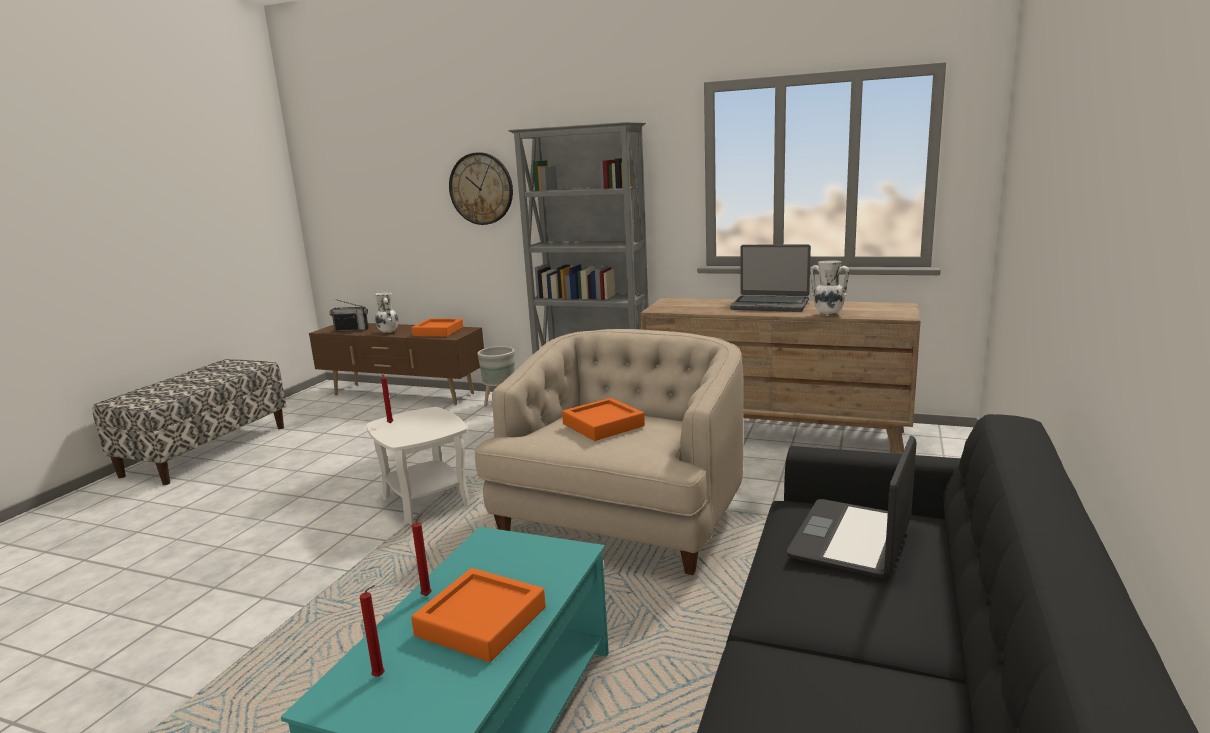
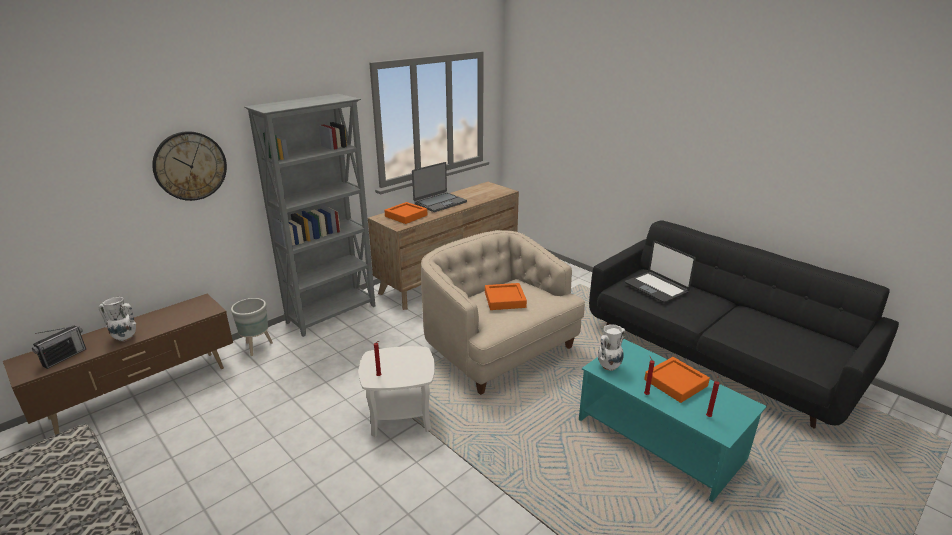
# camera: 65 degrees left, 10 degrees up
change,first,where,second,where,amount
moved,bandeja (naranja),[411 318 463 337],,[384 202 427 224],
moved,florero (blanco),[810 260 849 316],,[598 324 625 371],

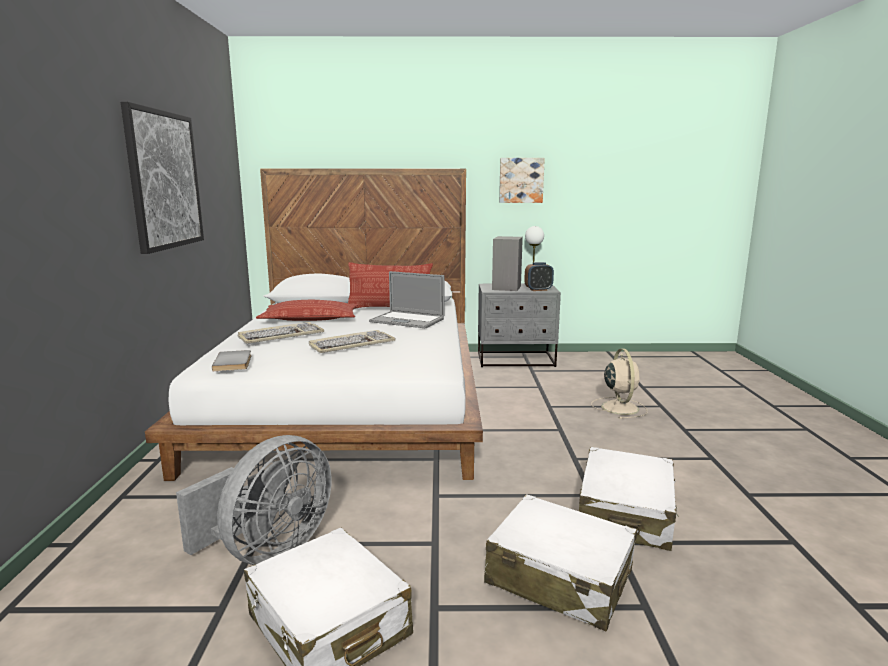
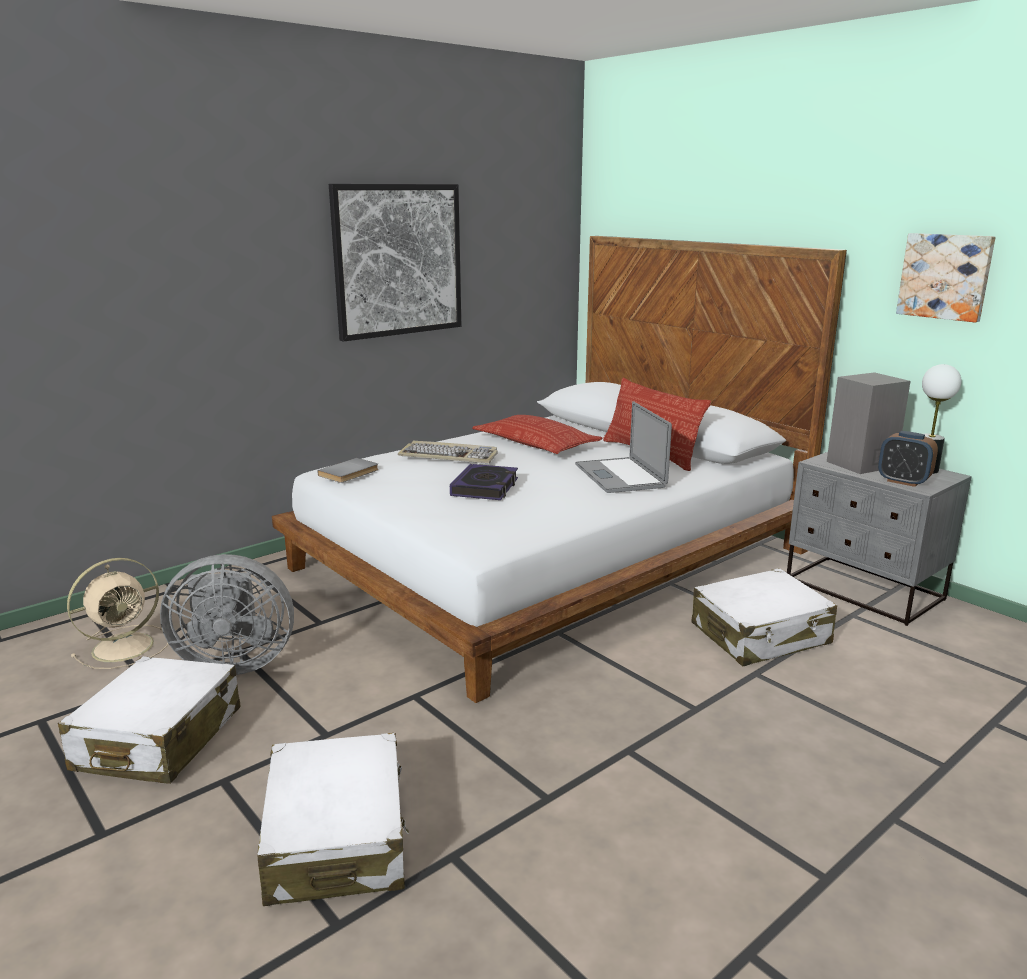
# camera: 50 degrees right, 5 degrees up
change,first,where,second,where,amount
replaced,teclado,[309 330 396 353],libro,[450 464 518 500],
moved,maleta (blanco),[579 447 678 551],,[691 568 837 666],
moved,ventilador (beis),[591 349 648 419],,[67 558 168 669],

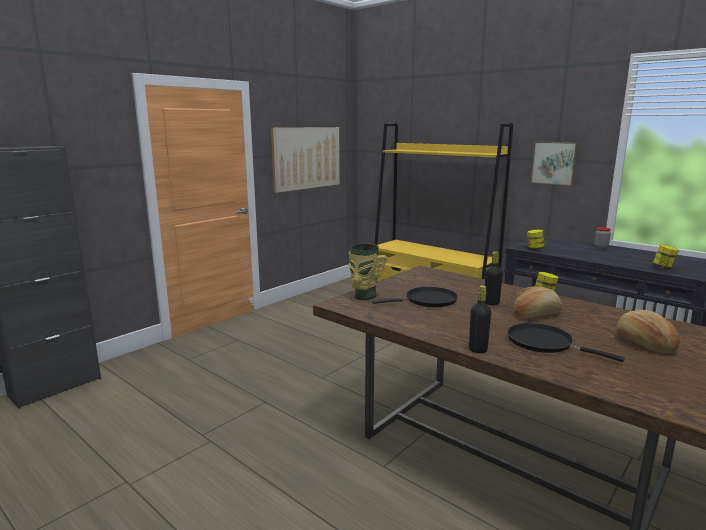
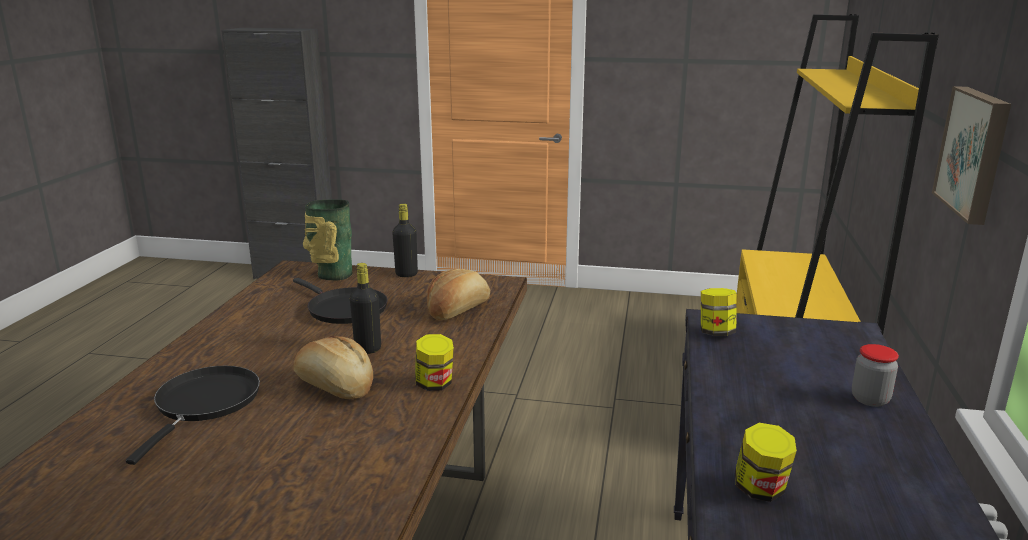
# camera: 60 degrees right, 5 degrees up
change,first,where,second,where,amount
removed,cuadro,[271 127 340 193],,,
moved,botella (negro),[469 285 491 353],,[392 204 418 277],
moved,pan,[616 310 680 353],,[427 269 490 320],

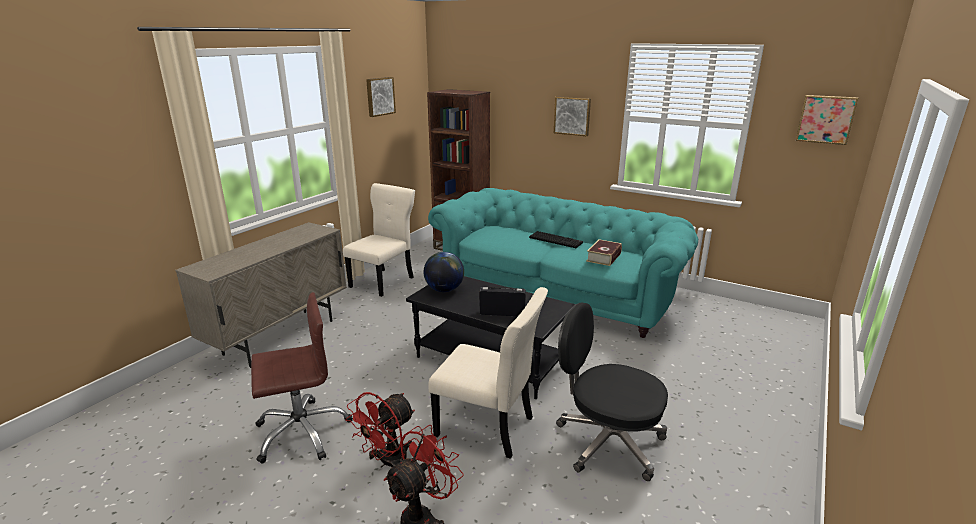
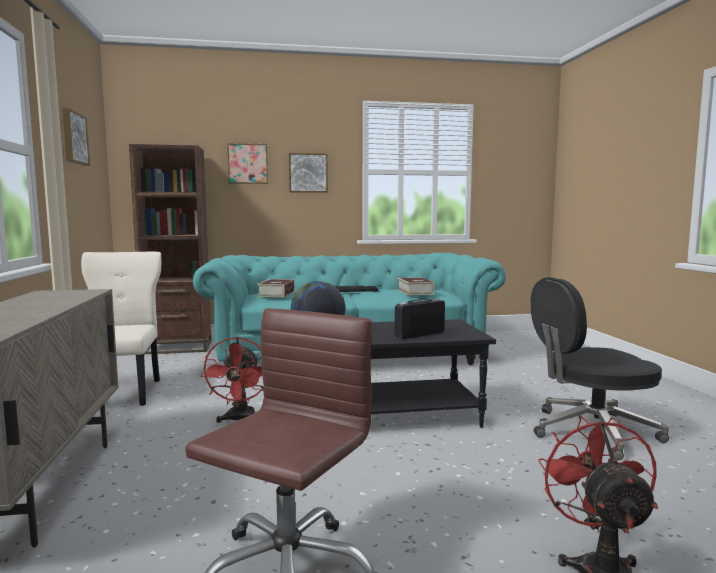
# camera: 40 degrees left, 15 degrees down
change,first,where,second,where,amount
moved,ventilador (rojo),[346 392 415 468],,[201 337 263 423],
removed,silla (beis),[429 287 548 459],,,
moved,cuadro,[796 95 858 145],,[227 143 268 184],
added,,,libro,[257 279 295 297],

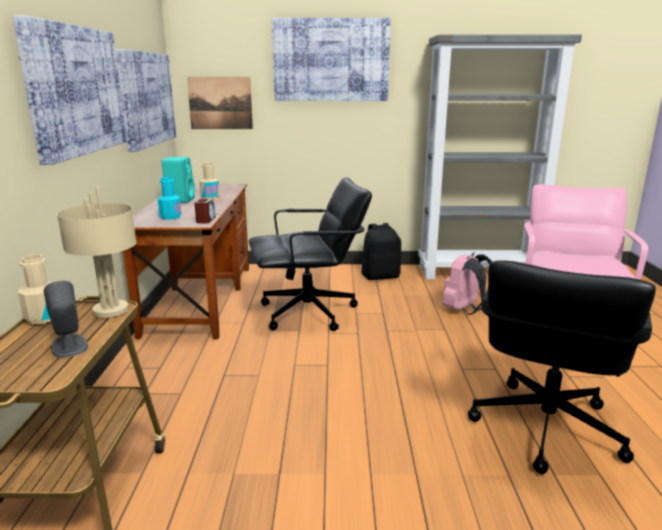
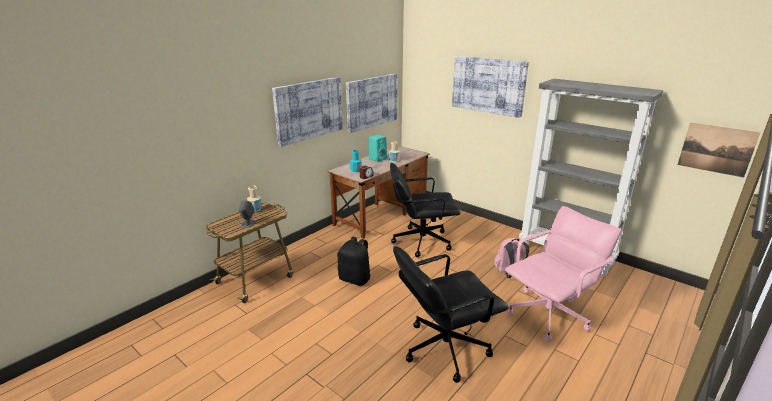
# camera: 40 degrees right, 5 degrees up
change,first,where,second,where,amount
removed,lámpara de mesa (beis),[57 186 137 318],,,
moved,cuadro,[187 77 253 129],,[678 123 761 178],
turned,silla de oficina (negro),[249 177 372 331],,[390 163 460 257],150 degrees clockwise
moved,mochila (negro),[362 223 401 280],,[338 237 371 286],

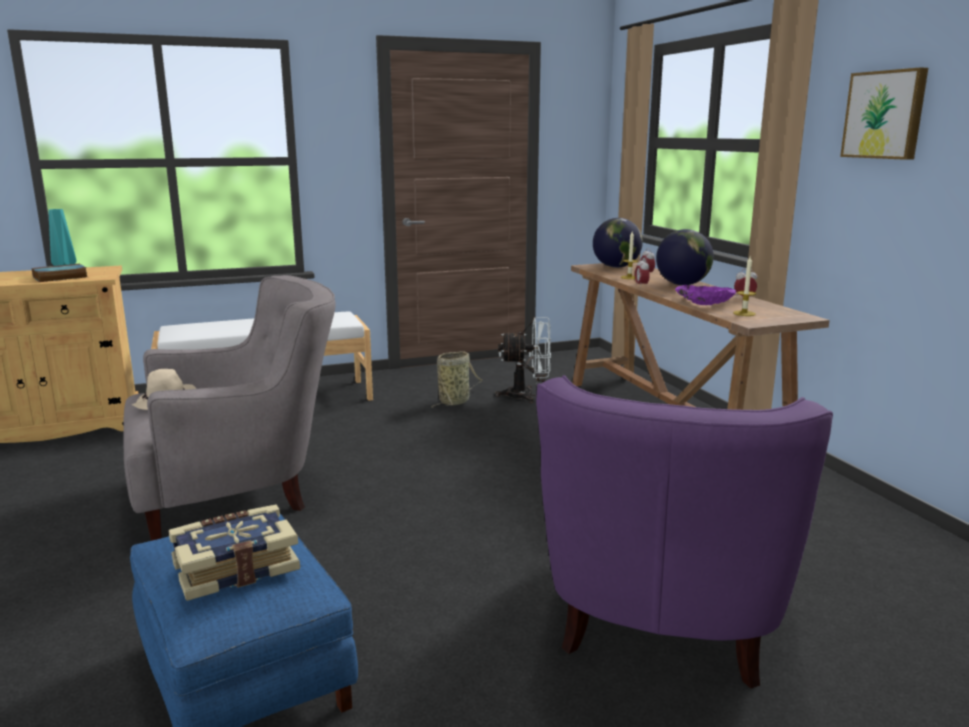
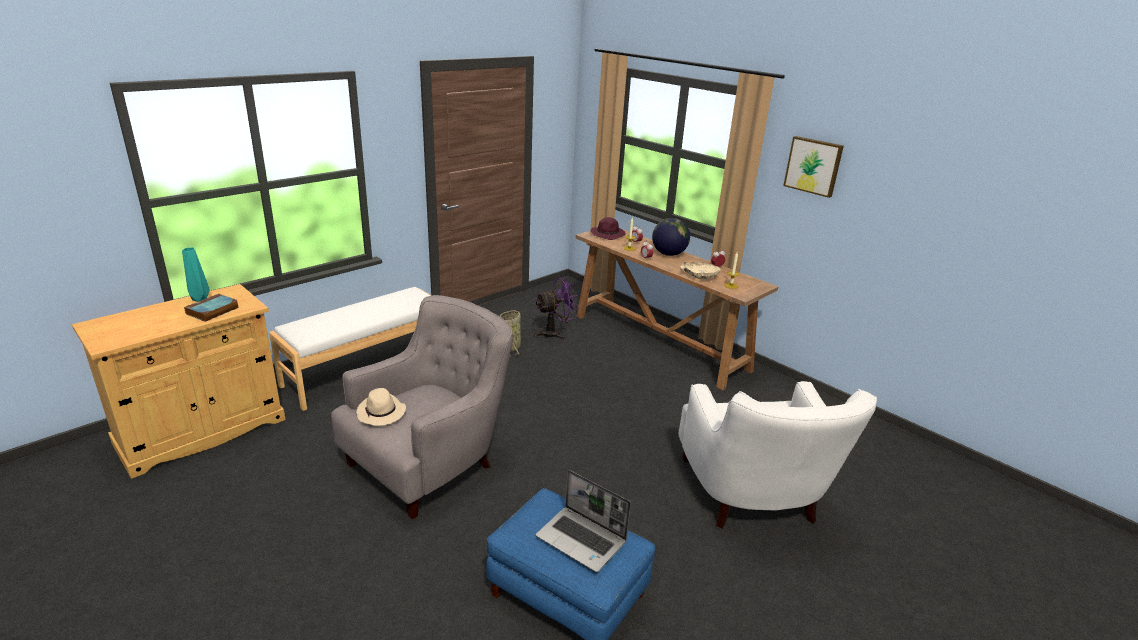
# camera: 25 degrees left, 10 degrees up
change,first,where,second,where,amount
replaced,libro,[169 505 300 601],portátil,[536 470 631 572],
recoloured,ventilador (blanco),[495 317 551 403],ventilador (morado),[534 277 579 340],
recoloured,sillón (morado),[536 375 833 689],sillón (blanco),[679 381 877 529],
replaced,globo terráqueo,[593 218 643 268],sombrero (morado),[591 217 626 240],
recoloured,cuenco (morado),[675 285 736 305],cuenco (beis),[681 262 721 280],

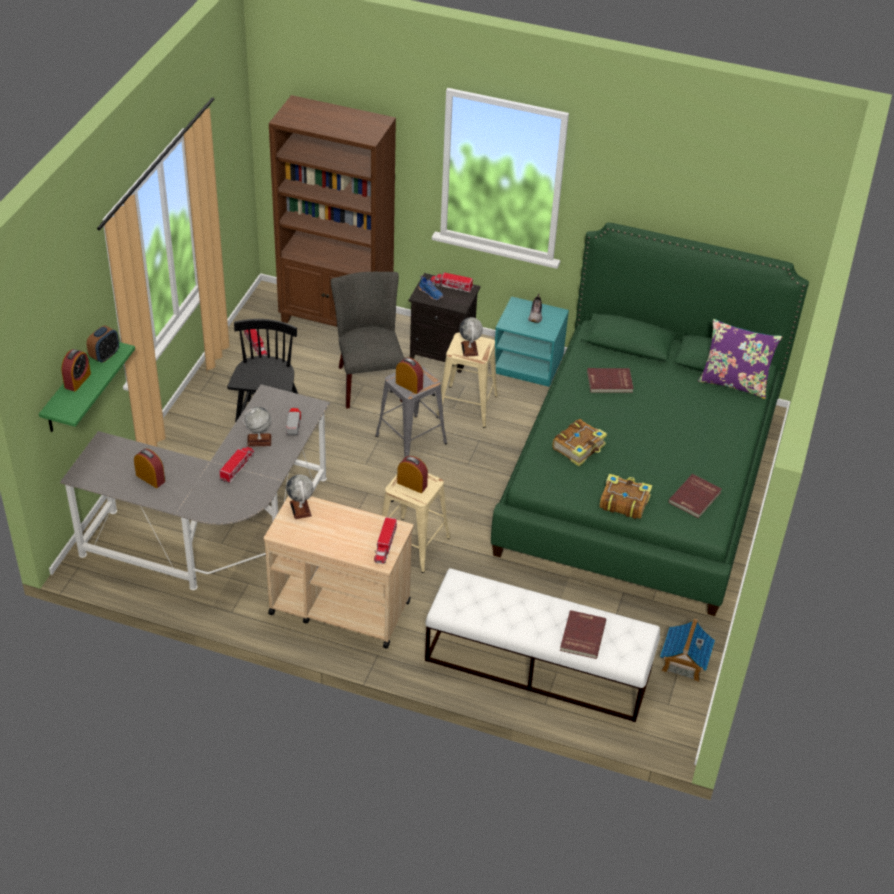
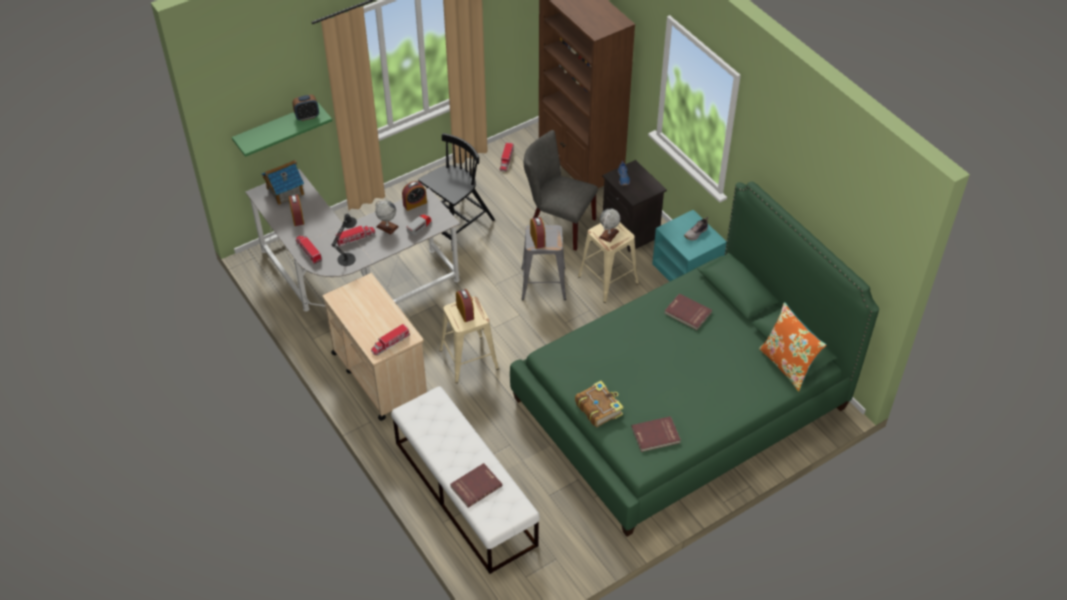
# camera: 40 degrees right, 5 degrees up
change,first,where,second,where,amount
moved,despertador,[61 349 91 392],,[402 181 427 211],
removed,globo terráqueo,[286 474 314 519],,,
turned,silla (gris),[331 272 405 409],,[524 130 598 251],90 degrees counterclockwise
moved,camión de juguete,[430 272 473 292],,[295 236 322 264],
removed,libro,[552 419 607 466],,,
moved,casita,[660 618 715 682],,[261 160 304 205],
recoloured,cojín (morado),[698 319 782 399],cojín (naranja),[759 302 827 391],
added,,,lámpara de mesa (negro),[332 213 357 266],

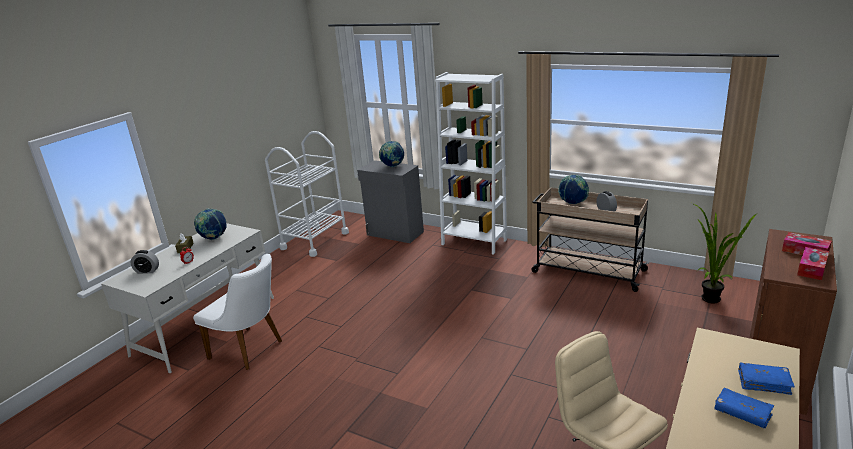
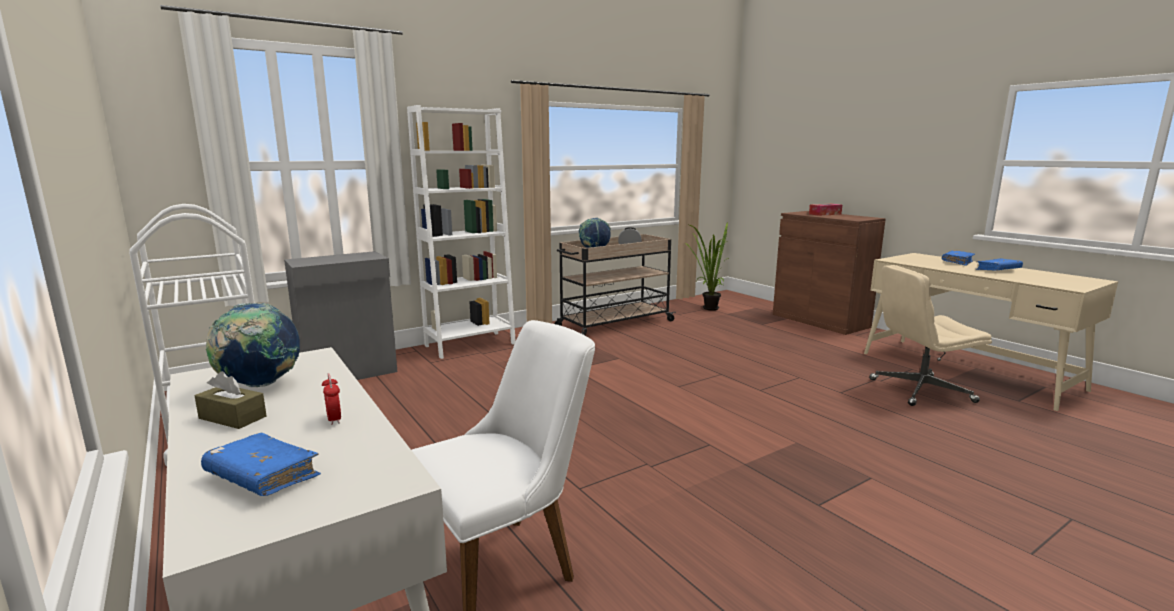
# camera: 65 degrees left, 10 degrees down
change,first,where,second,where,amount
replaced,despertador,[131 250 159 274],libro (azul),[201 433 321 496],
removed,globo terráqueo,[379 141 404 167],,,
removed,caja de pañuelos,[797 247 829 280],,,

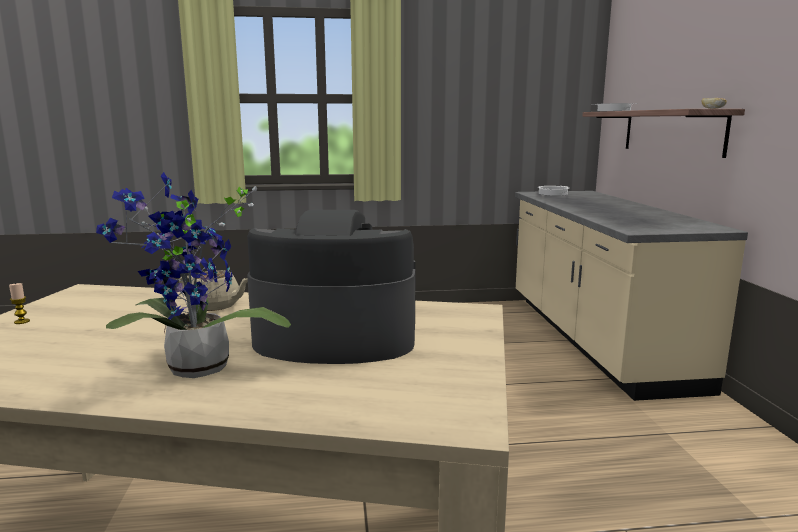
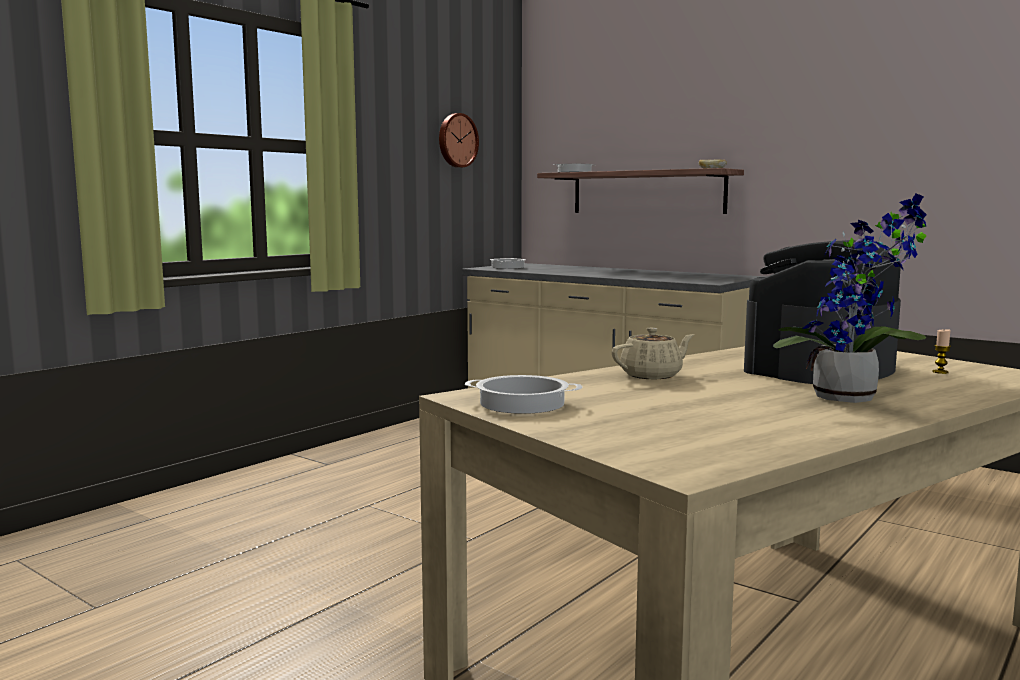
# camera: 45 degrees left, 5 degrees down
change,first,where,second,where,amount
moved,vela,[9 283 30 324],,[932 329 951 374],
added,,,reloj de pared,[439 113 479 168],
added,,,olla,[465 375 582 414],

